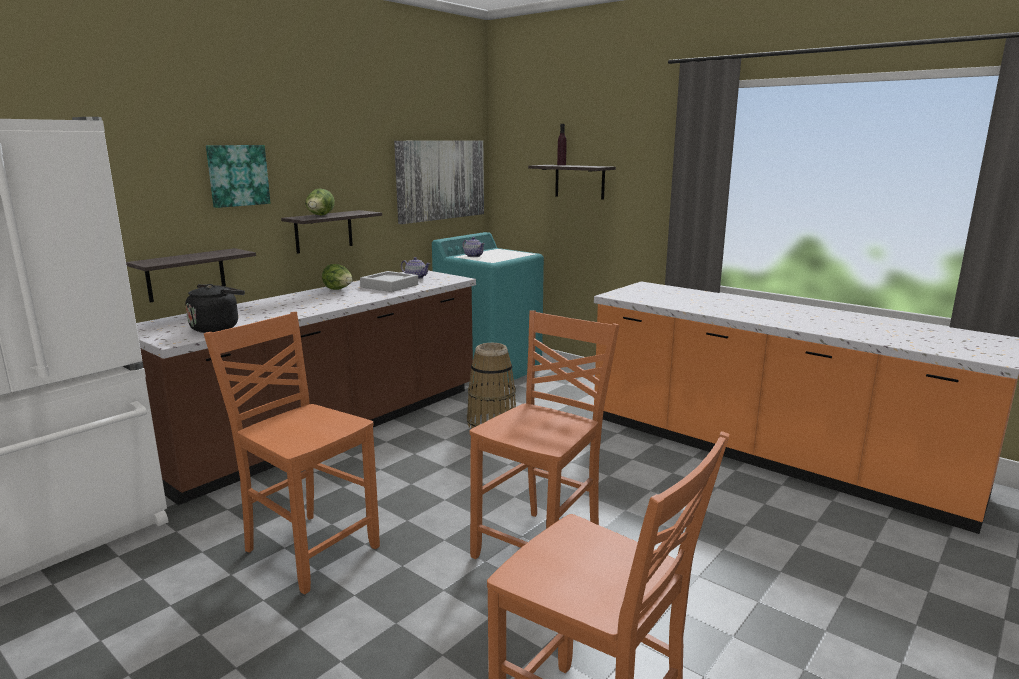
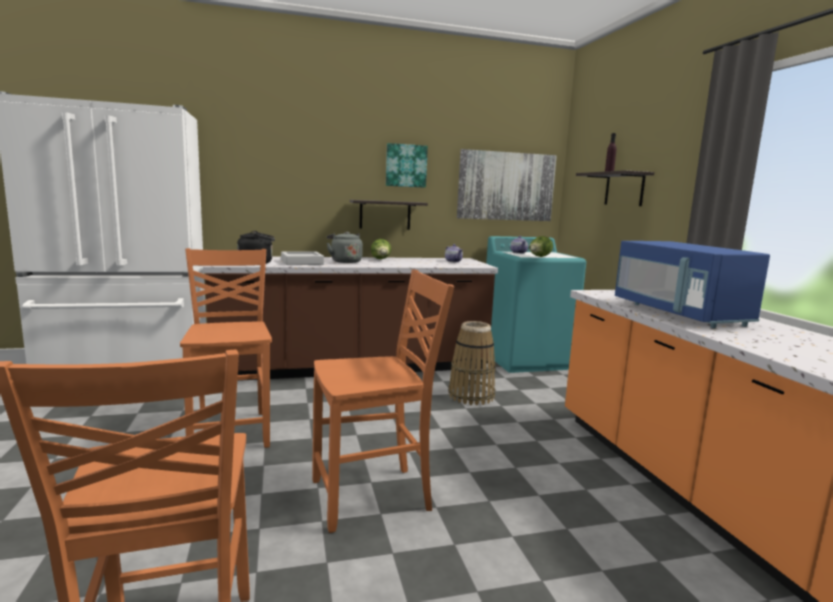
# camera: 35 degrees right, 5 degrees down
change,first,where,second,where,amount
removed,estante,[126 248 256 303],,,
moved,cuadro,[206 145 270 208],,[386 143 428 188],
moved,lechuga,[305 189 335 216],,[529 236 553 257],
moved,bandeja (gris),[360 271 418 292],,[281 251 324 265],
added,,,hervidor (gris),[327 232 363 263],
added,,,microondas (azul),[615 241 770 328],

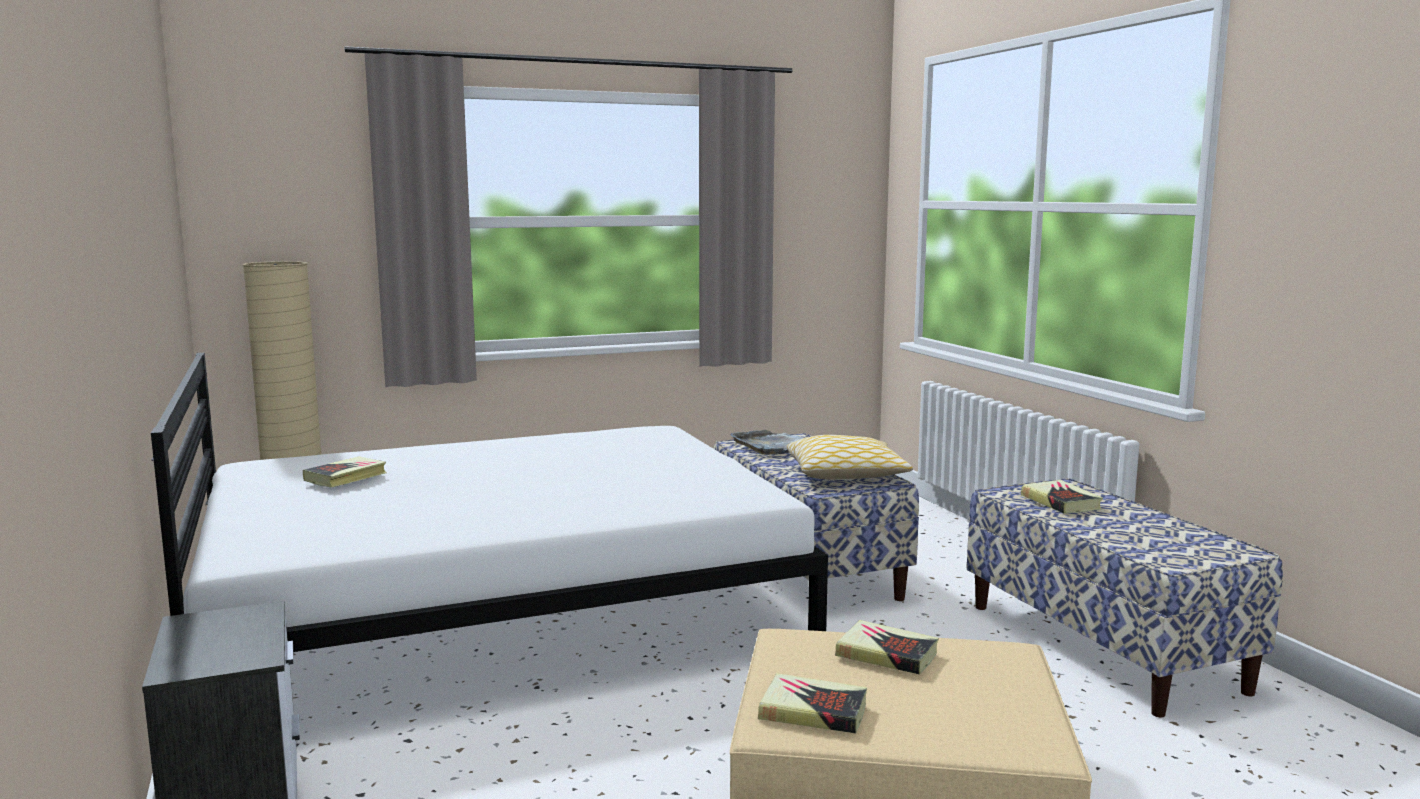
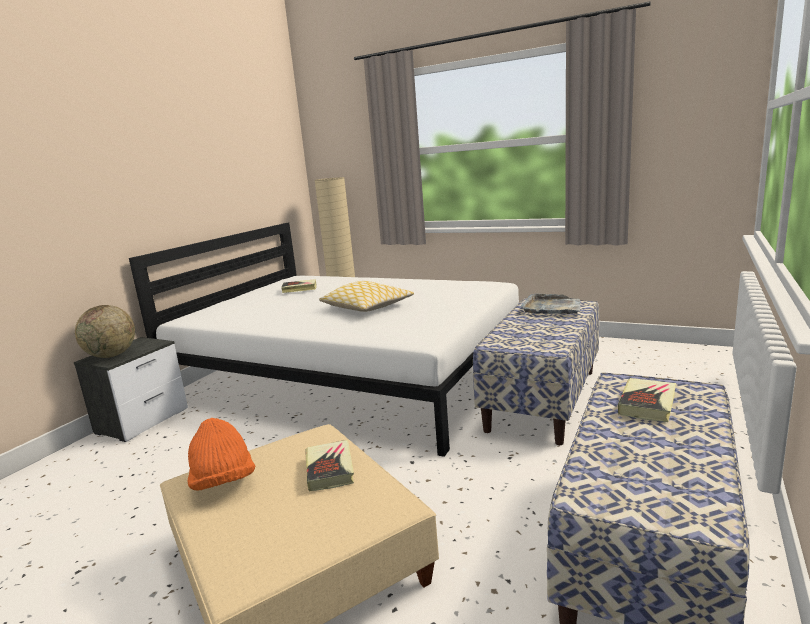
# camera: 50 degrees right, 5 degrees up
change,first,where,second,where,amount
replaced,libro,[758 673 867 733],sombrero (naranja),[188 418 255 491],
moved,cojín,[787 435 913 479],,[319 281 414 312],
added,,,globo terráqueo,[75 305 135 358],

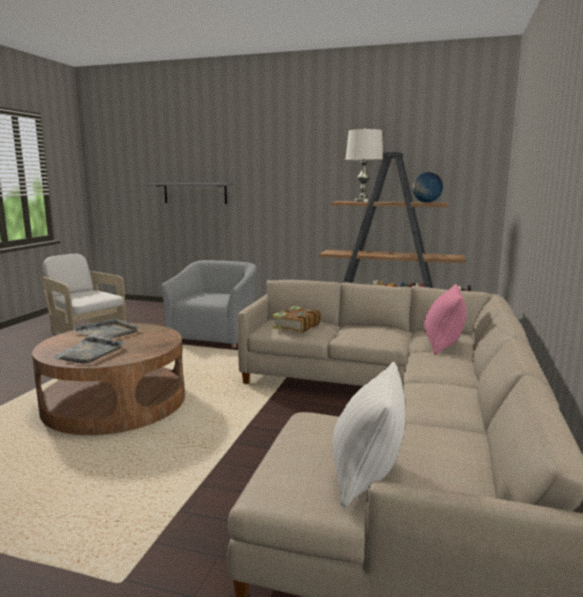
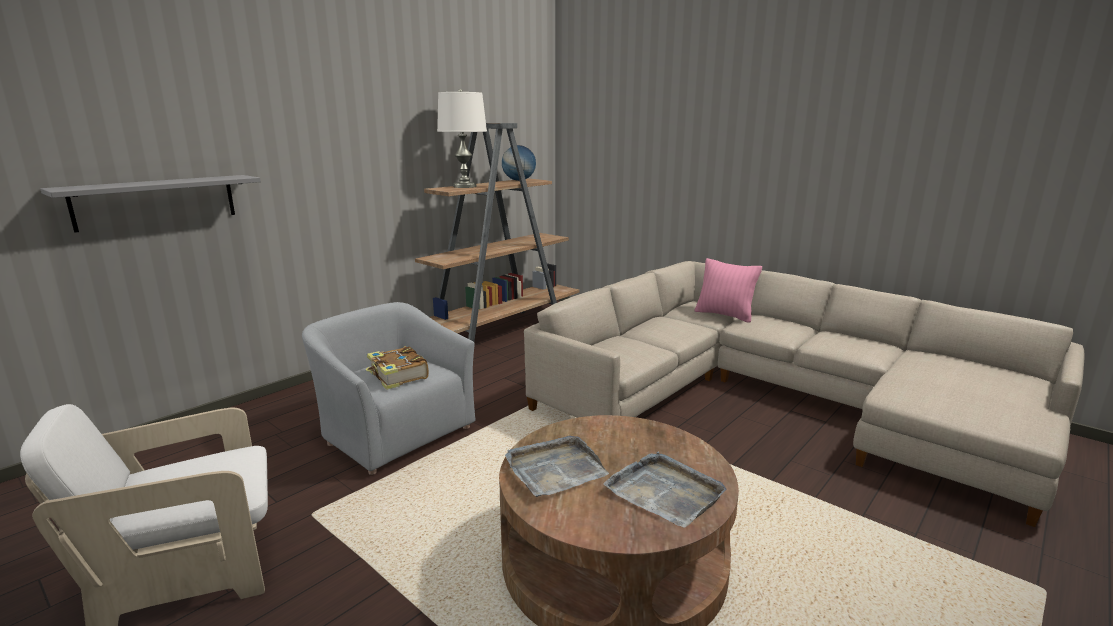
# camera: 65 degrees left, 5 degrees up
change,first,where,second,where,amount
moved,libro,[273 306 321 333],,[366 346 429 390],
removed,cojín (blanco),[332 362 405 507],,,

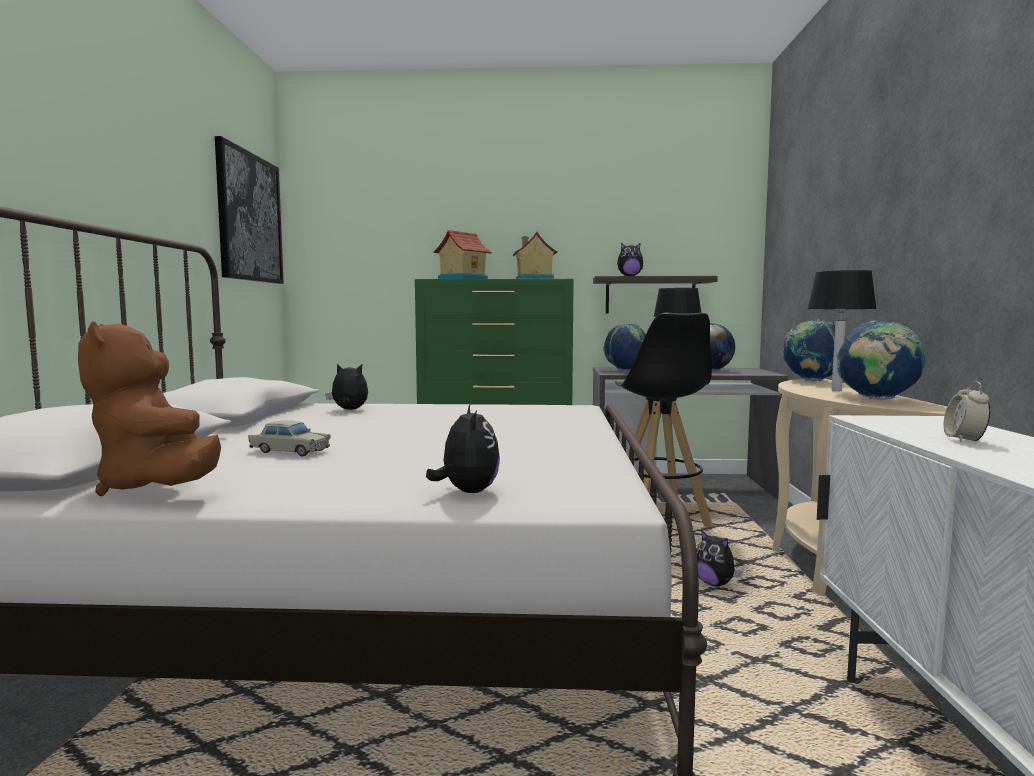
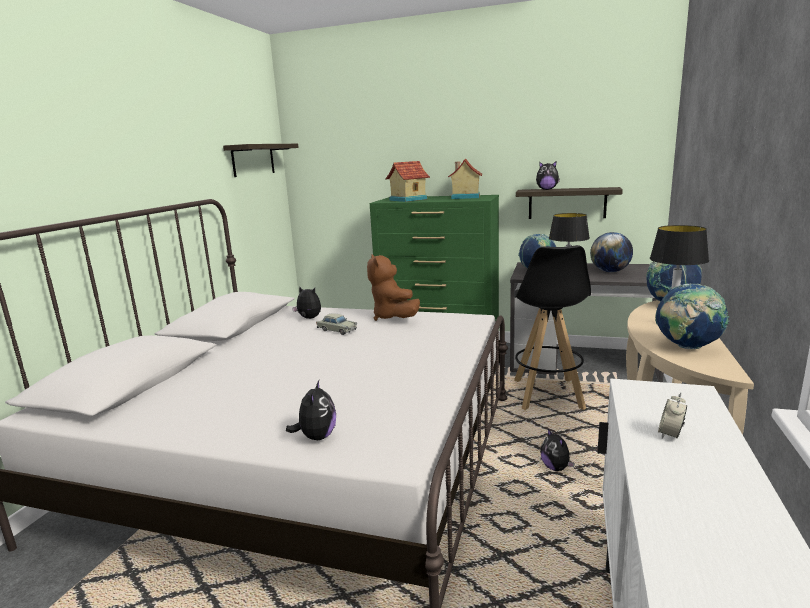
# camera: 15 degrees right, 10 degrees up
change,first,where,second,where,amount
moved,peluche (marrón),[78 321 221 496],,[367 254 420 321],
replaced,cuadro,[215 136 284 284],estante,[223 144 299 177],
moved,coche de juguete (beis),[248 420 331 456],,[316 314 357 335],

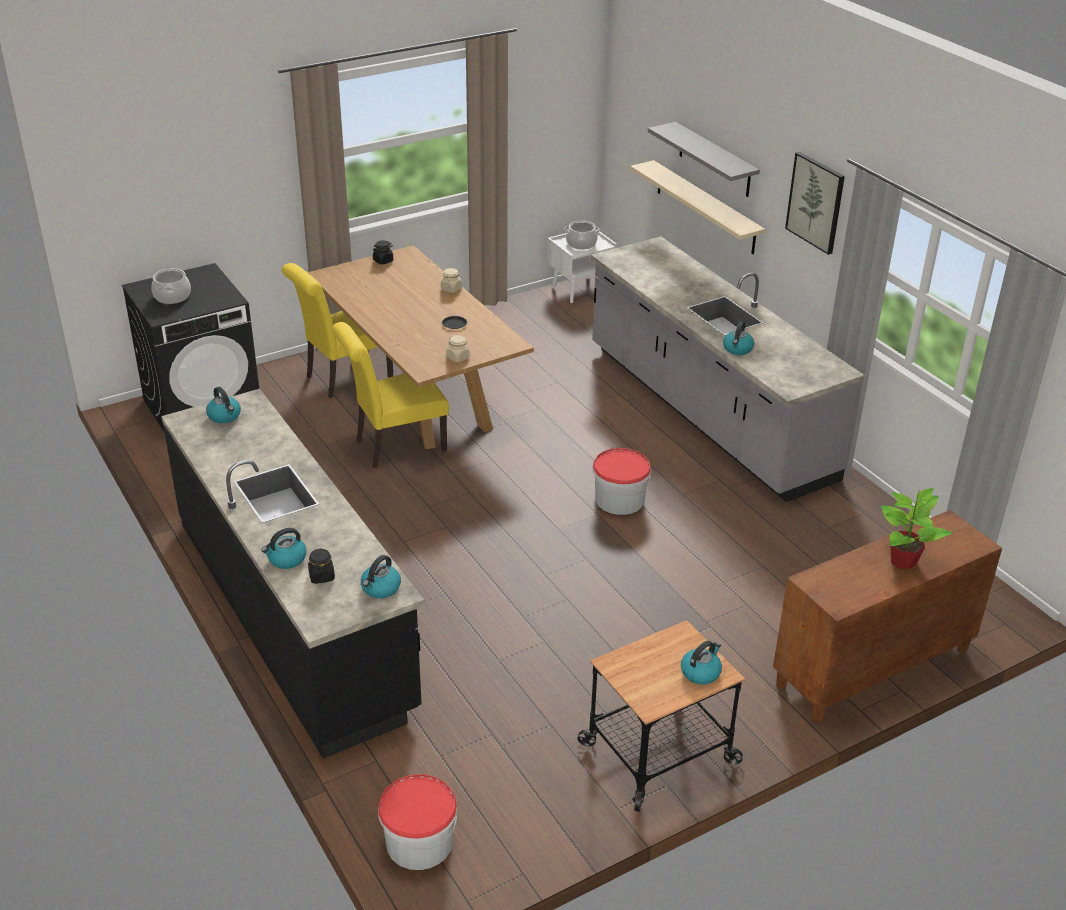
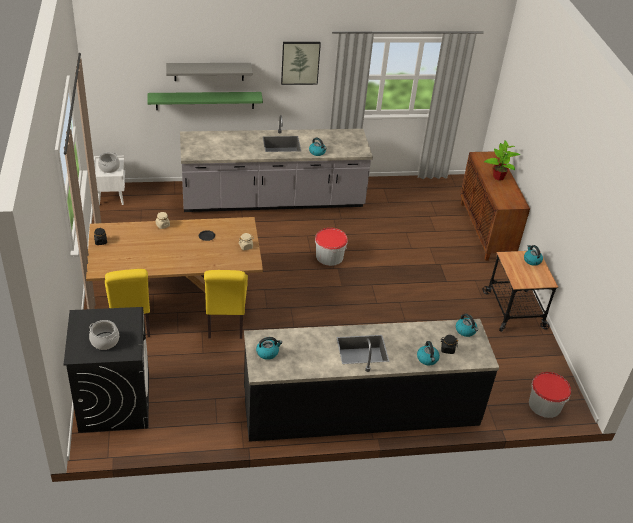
# camera: 70 degrees left, 5 degrees up
change,first,where,second,where,amount
recoloured,estante (beis),[630 160 765 254],estante (verde),[147 92 263 110],

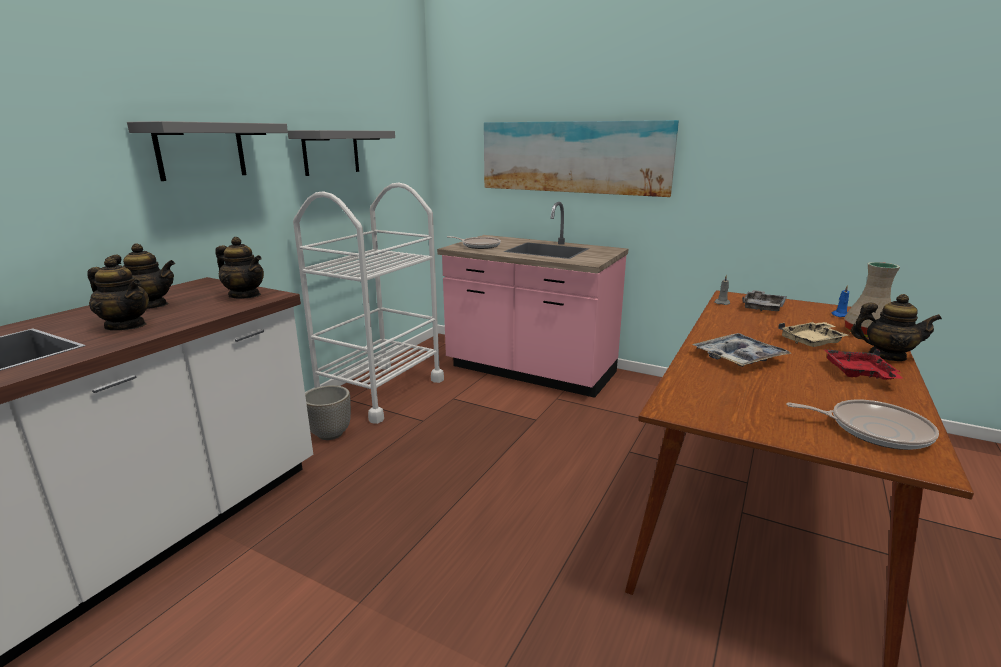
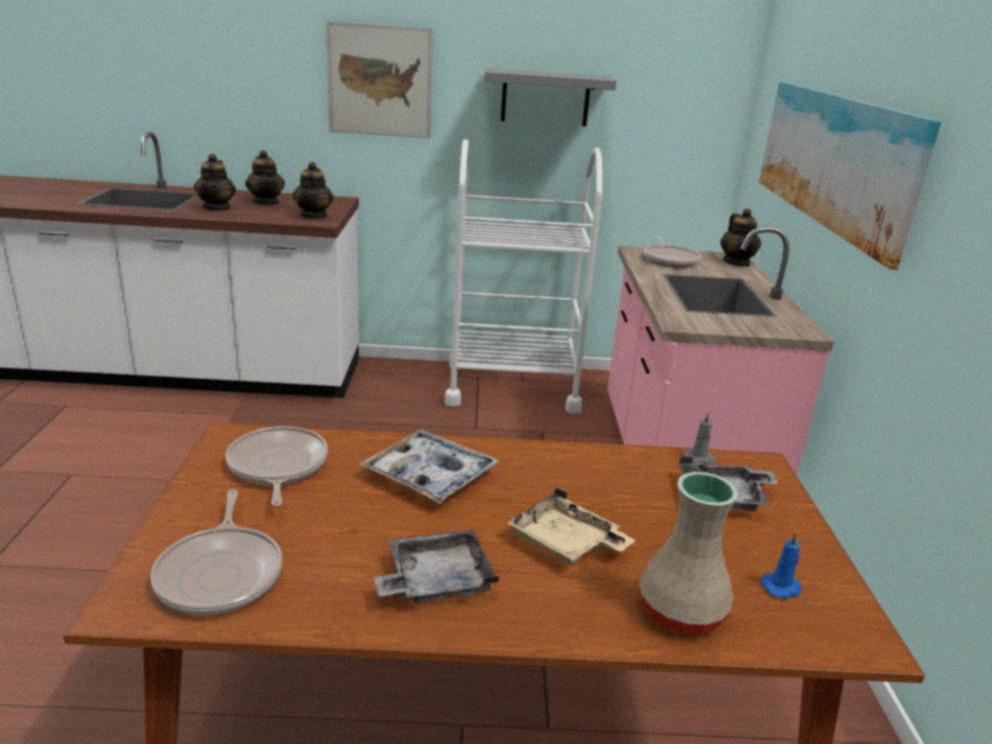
# camera: 60 degrees right, 5 degrees up
change,first,where,second,where,amount
replaced,estante (gris),[127 121 288 181],cuadro,[326 21 433 138],
removed,maceta,[305 385 351 440],,,
recoloured,bandeja (rojo),[823 349 904 380],bandeja (gris),[374 529 499 604],
moved,tetera,[851 294 942 361],,[720 208 761 267],
added,,,sartén,[225 426 328 506],

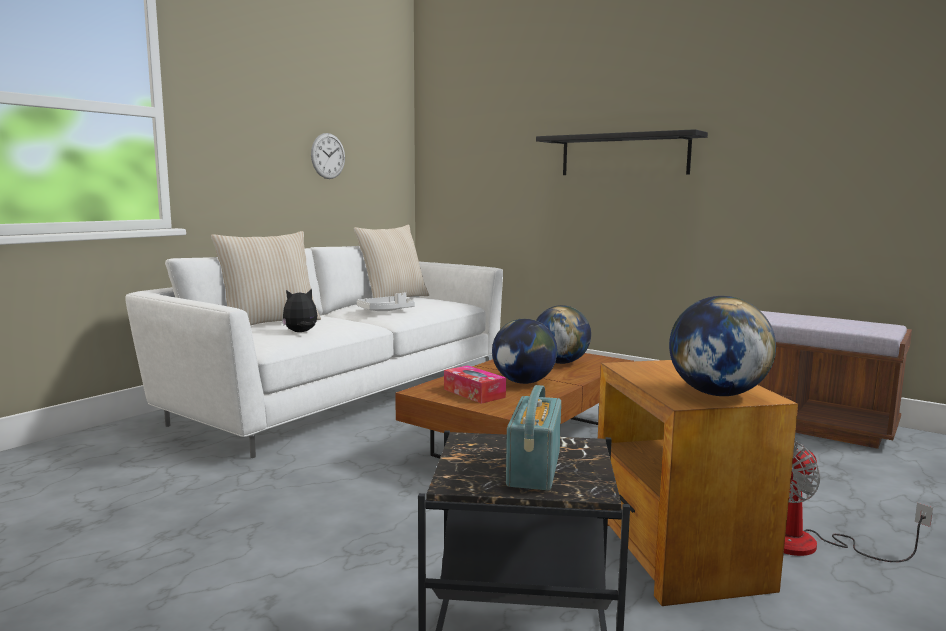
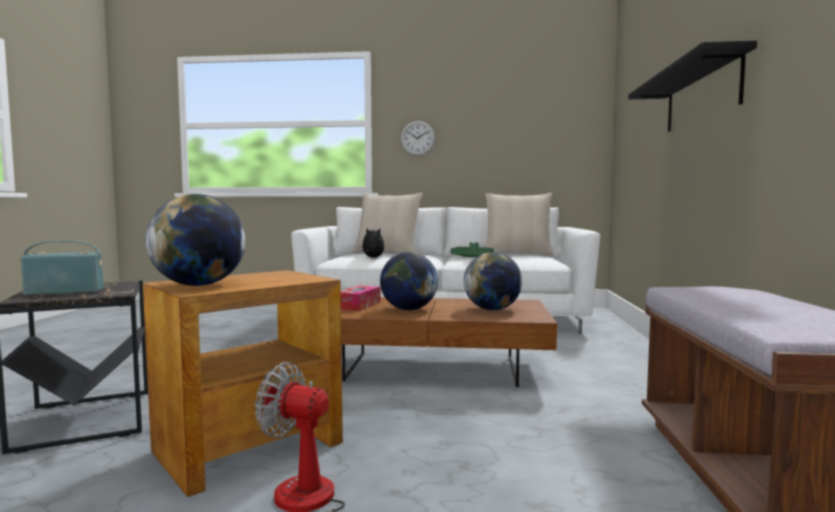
# camera: 60 degrees right, 5 degrees down
change,first,where,second,where,amount
moved,reloj de pared,[311 133 345 179],,[401 121 435 156],
recoloured,bandeja (blanco),[357 292 415 311],bandeja (verde),[450 242 494 257],

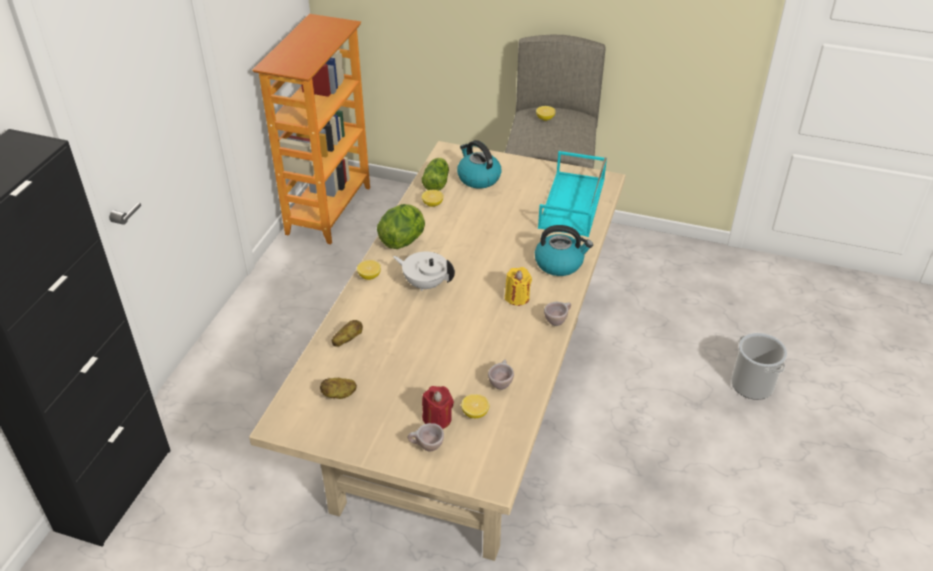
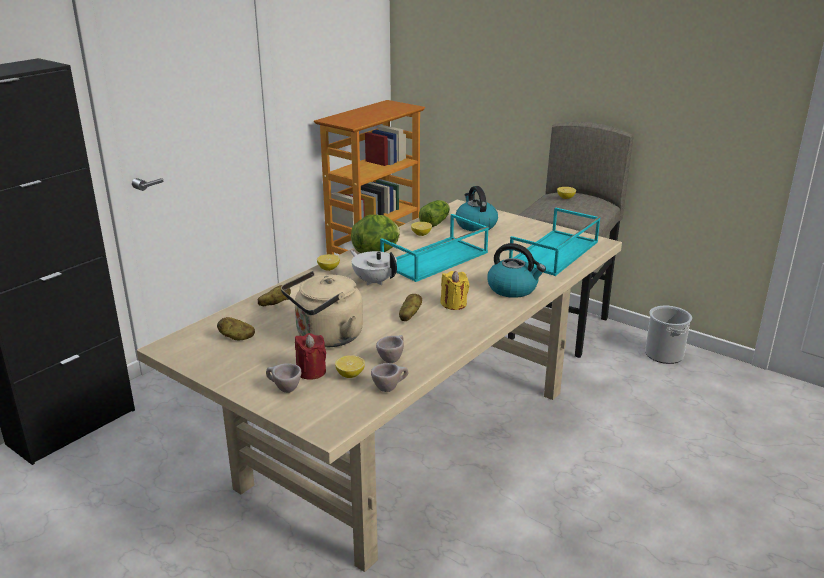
# camera: 20 degrees right, 15 degrees down
change,first,where,second,where,amount
moved,taza (beis),[544 302 571 326],,[371 363 408 392],
moved,cubo,[731 333 787 400],,[645 306 692 364],
added,,,hervidor (beis),[281 271 363 347],
added,,,bandeja (turquesa),[380 214 489 282],
added,,,patata,[399 294 422 321],

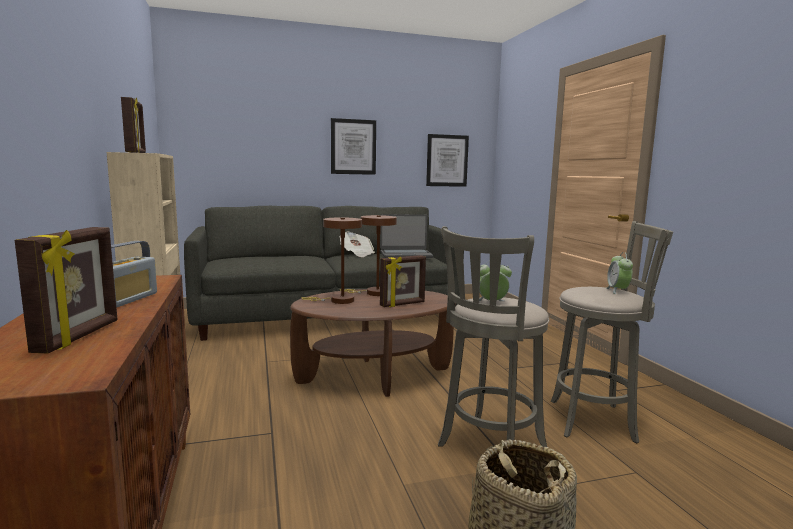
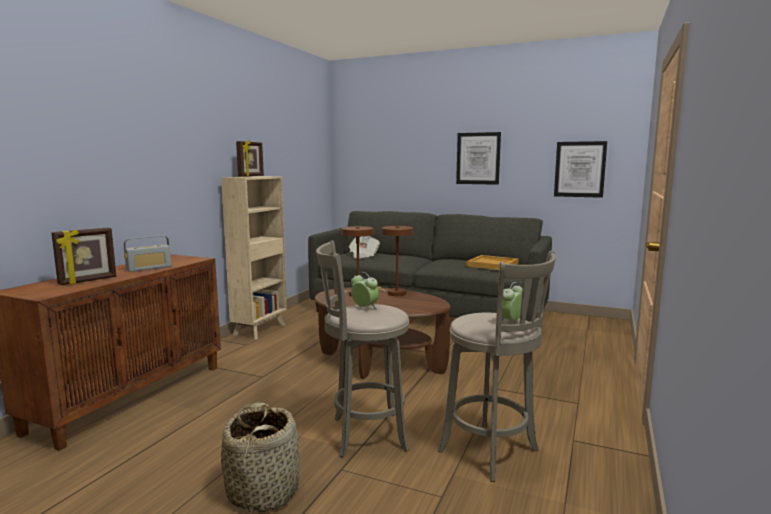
# camera: 40 degrees right, 0 degrees up
change,first,where,second,where,amount
moved,periódico,[339 232 375 257],,[349 236 380 259],
replaced,portátil,[380 214 433 258],bandeja (beis),[466 255 519 270],
removed,portarretratos,[380 255 426 307],,,

